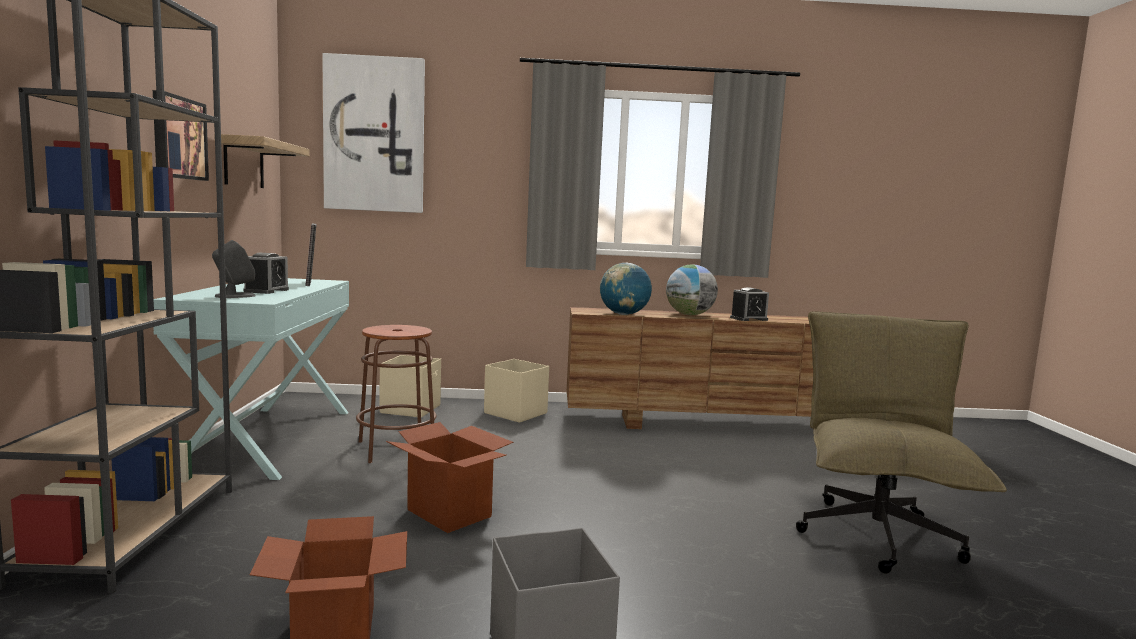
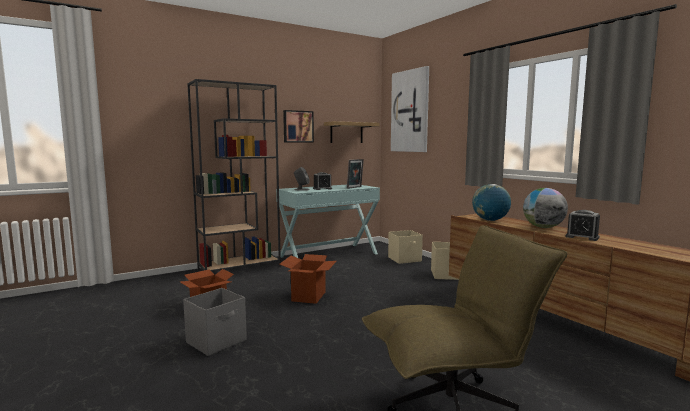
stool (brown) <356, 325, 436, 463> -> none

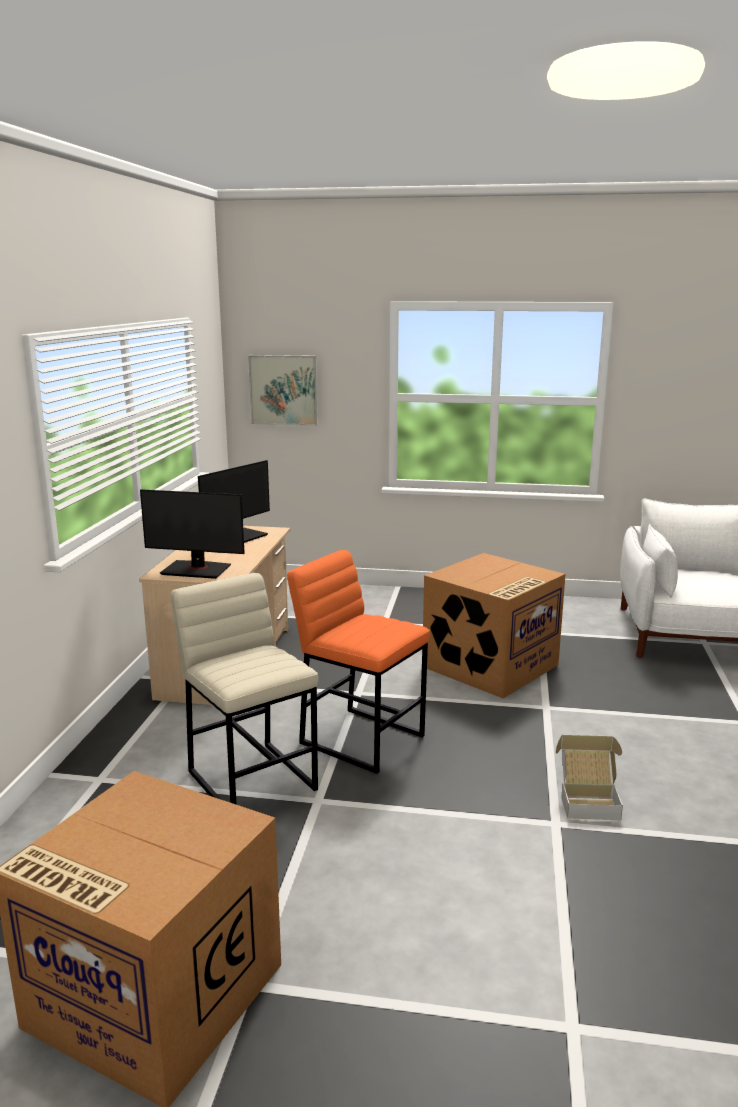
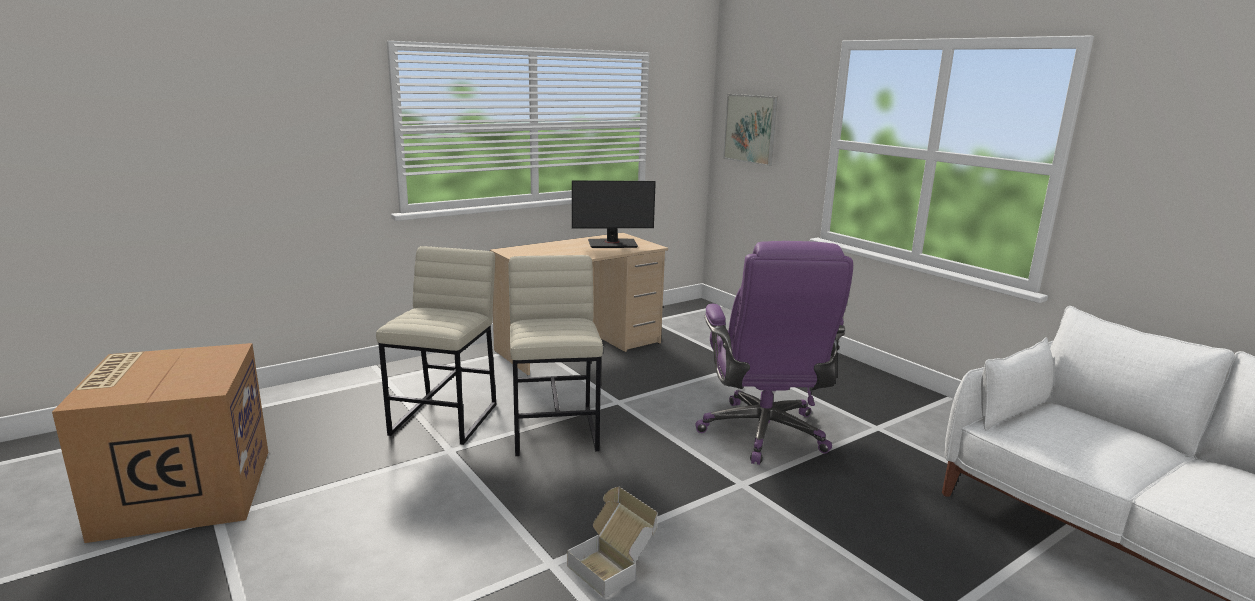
monitor <140, 489, 245, 579> -> none
chair (orange) <287, 550, 430, 774> -> chair (beige) <509, 255, 603, 456>
cardboard box <423, 553, 565, 698> -> office chair (purple) <695, 241, 853, 465>

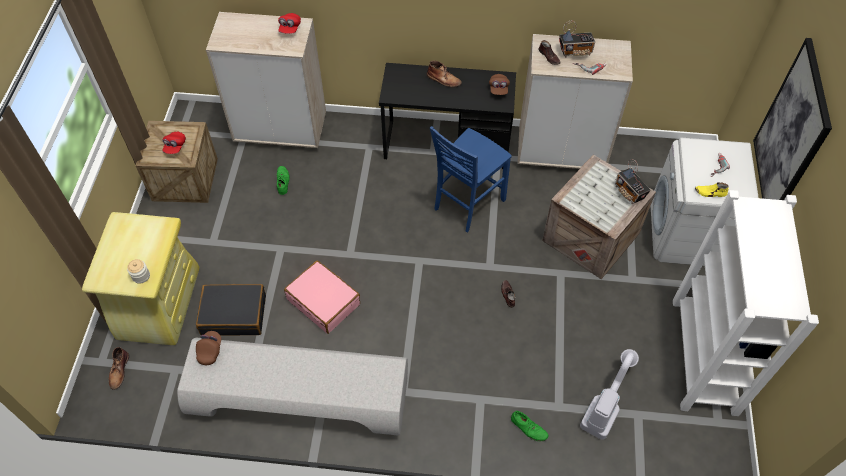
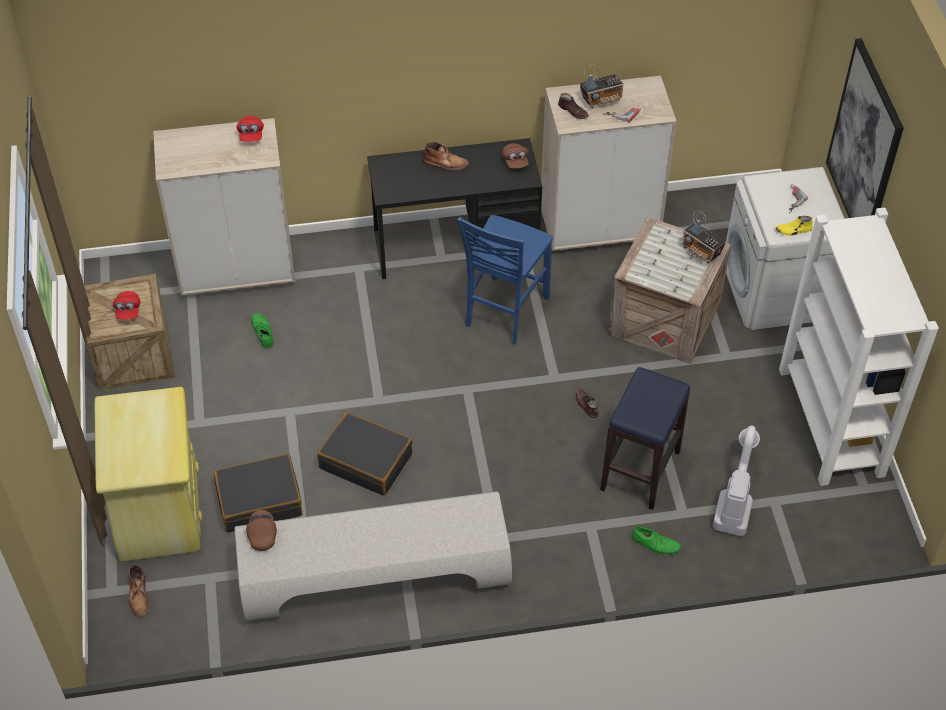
jar <127, 259, 150, 284> -> none
suitcase (pink) <284, 261, 360, 334> -> suitcase (black) <317, 412, 413, 496>
none -> stool <600, 367, 690, 510>

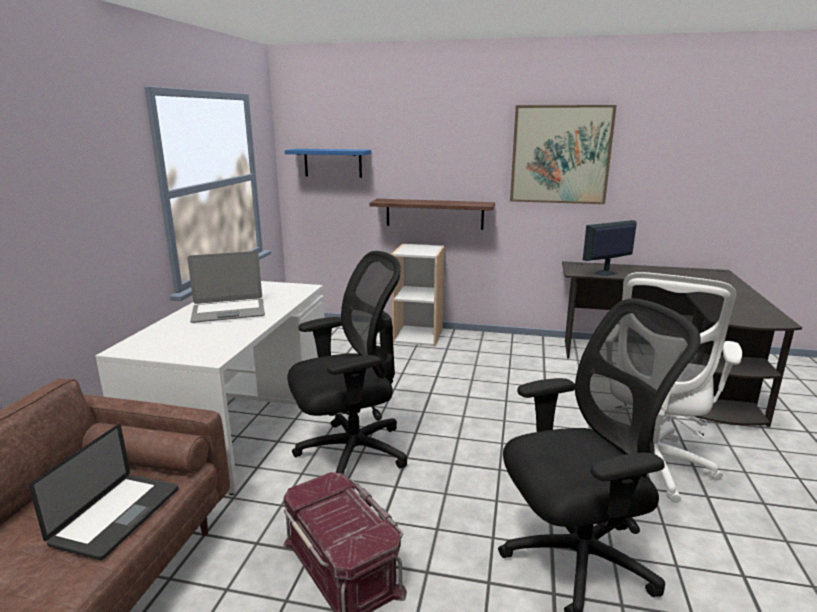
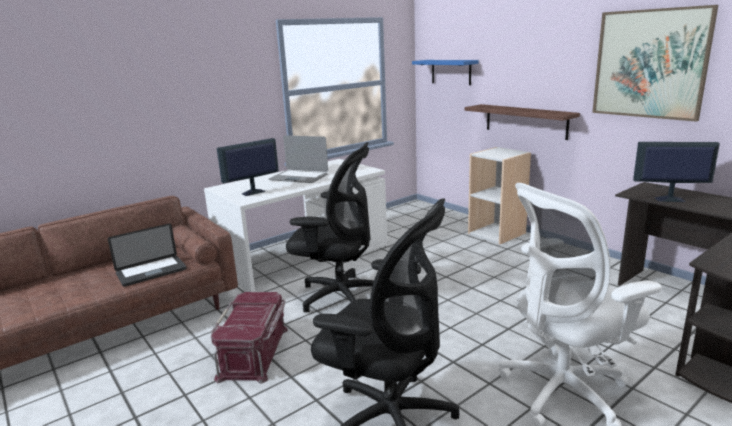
none -> monitor <217, 138, 279, 196>

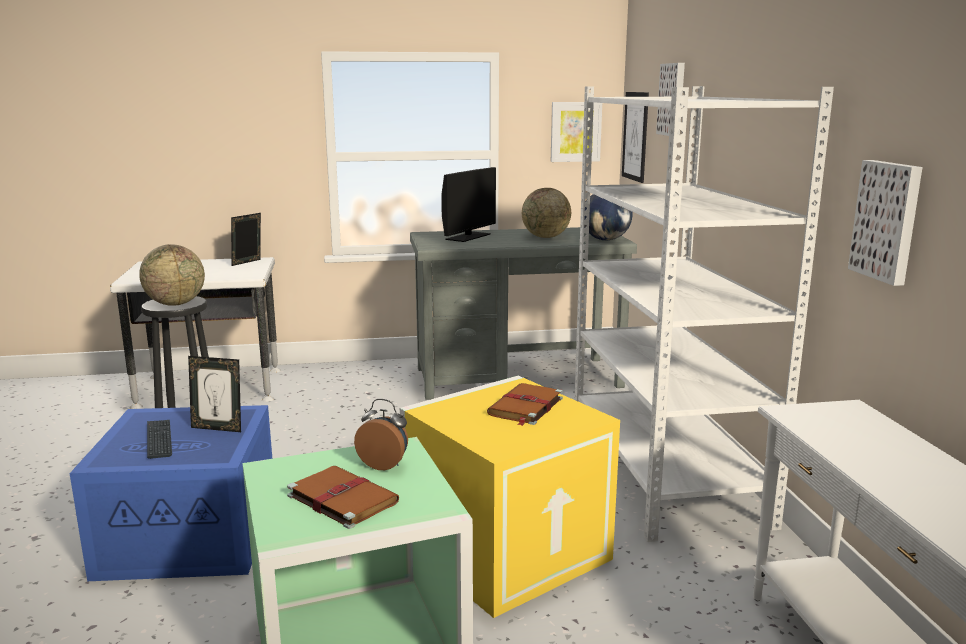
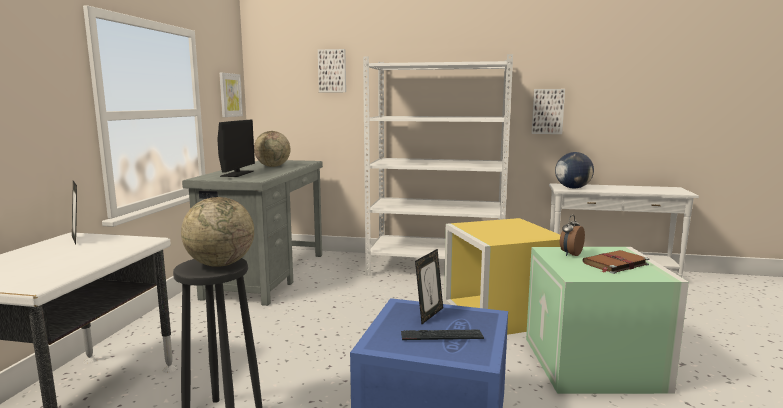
monitor <441, 167, 496, 242> -> monitor <217, 120, 255, 177>, 45 degrees clockwise
book (brown) <487, 383, 563, 426> -> none
globe <584, 194, 632, 240> -> globe <555, 152, 594, 189>, move
picture <622, 92, 649, 183> -> none

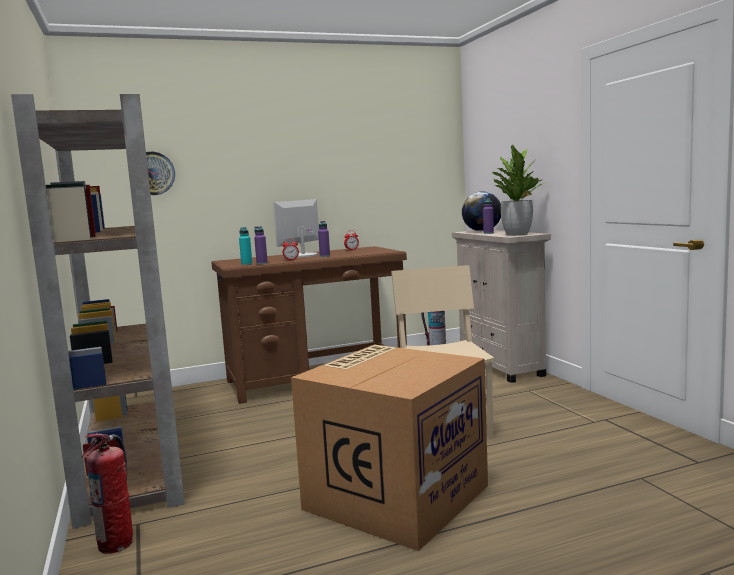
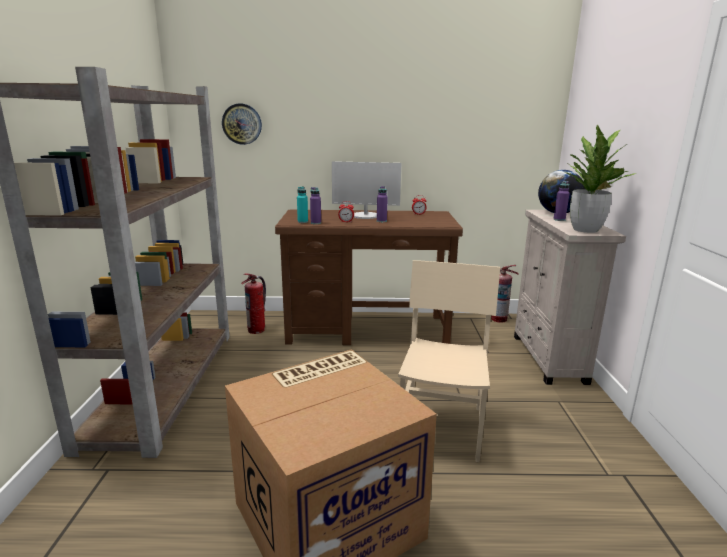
fire extinguisher <82, 434, 133, 554> -> fire extinguisher <241, 273, 266, 334>, move
monitor <273, 199, 319, 258> -> monitor <332, 161, 401, 219>, 135 degrees counterclockwise

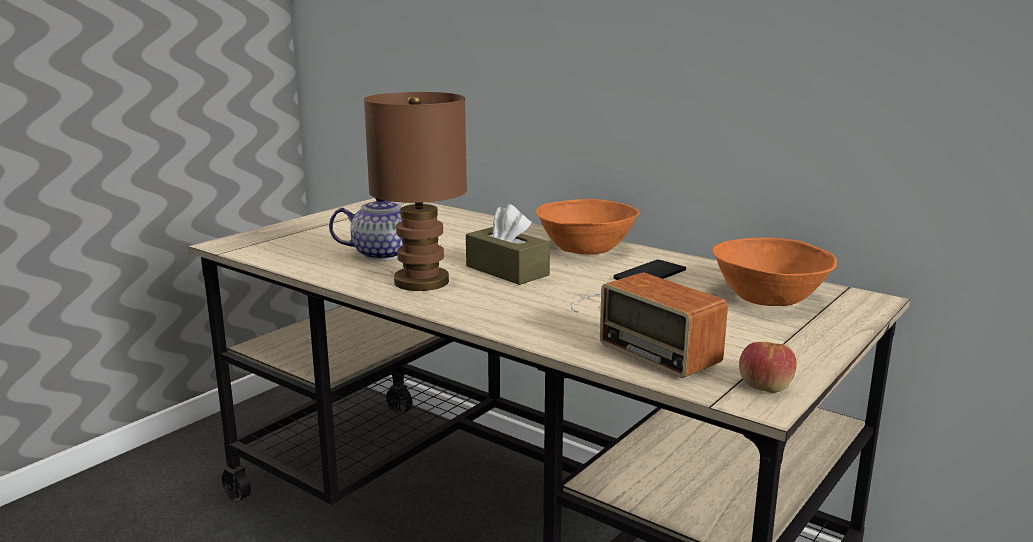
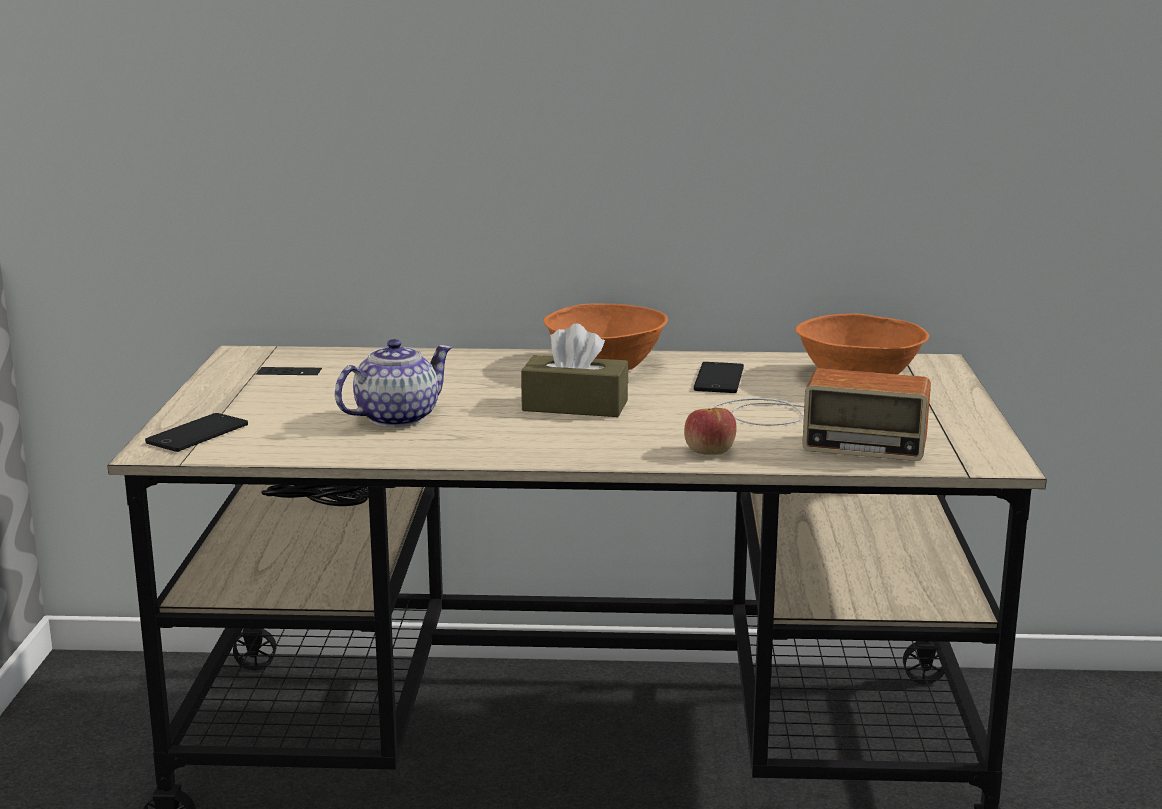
table lamp (brown) <364, 92, 467, 291> -> none
apple <739, 342, 797, 393> -> apple <684, 408, 737, 455>, move
none -> phone <145, 413, 248, 452>

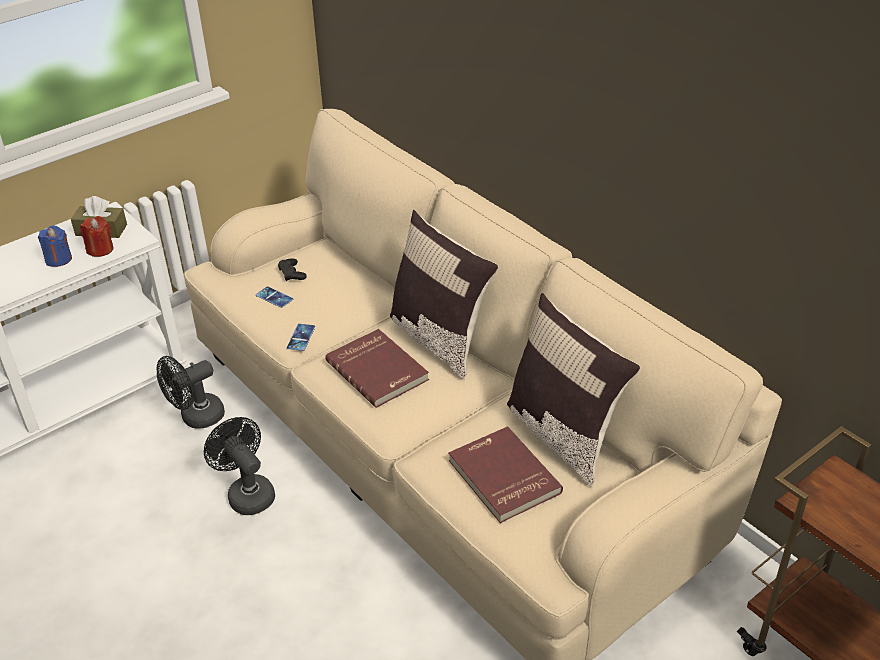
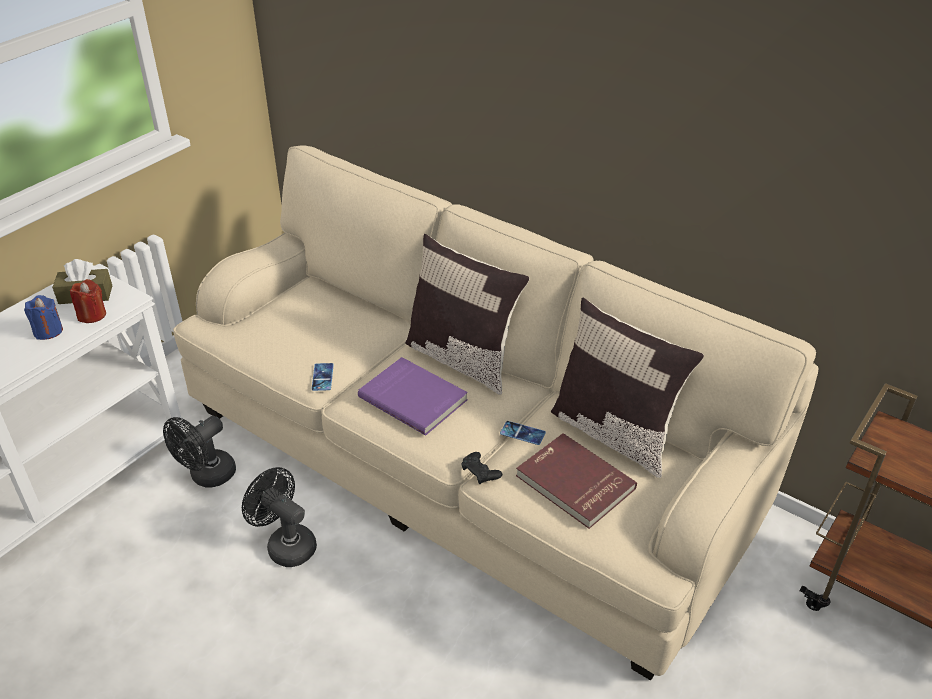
phone <256, 286, 293, 308> -> phone <500, 421, 546, 445>, move
game controller (black) <278, 259, 307, 281> -> game controller (black) <462, 452, 502, 484>, move
book (red) <325, 329, 429, 408> -> book (purple) <358, 357, 468, 435>

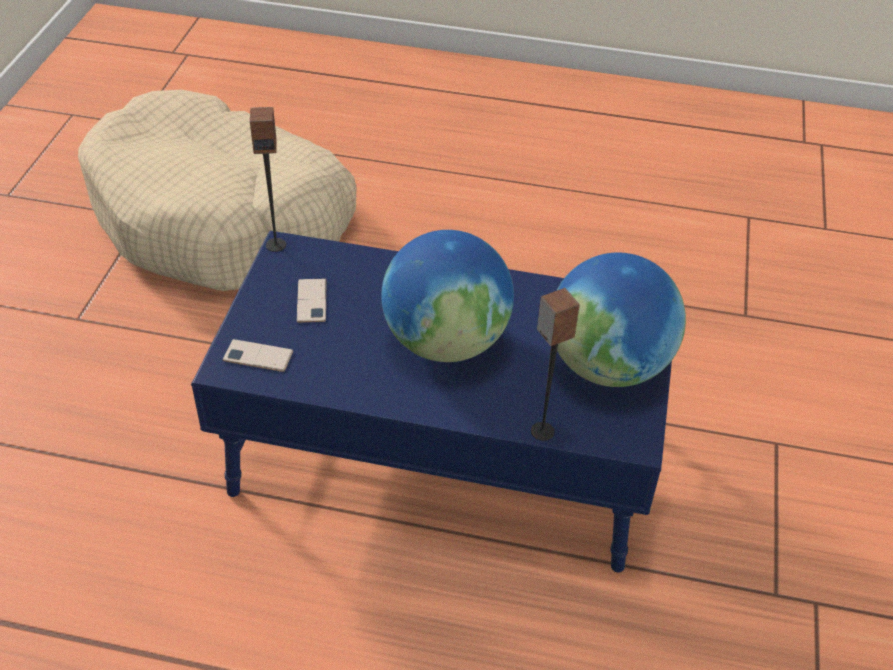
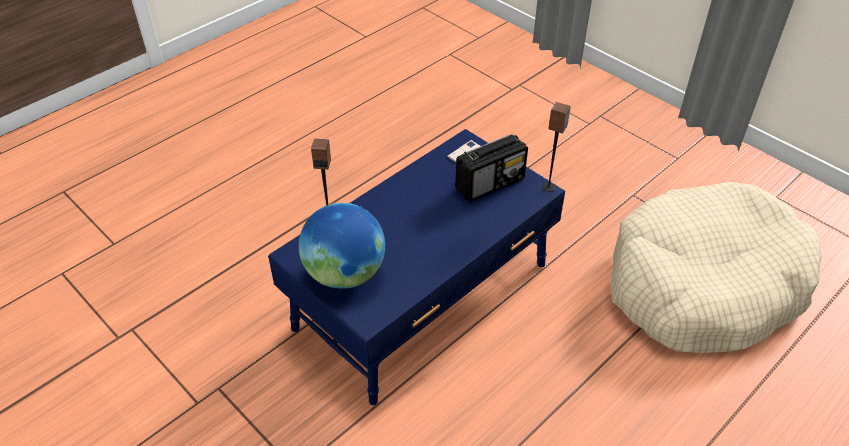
phone <297, 279, 326, 323> -> radio <455, 134, 528, 202>
globe <381, 230, 514, 362> -> none

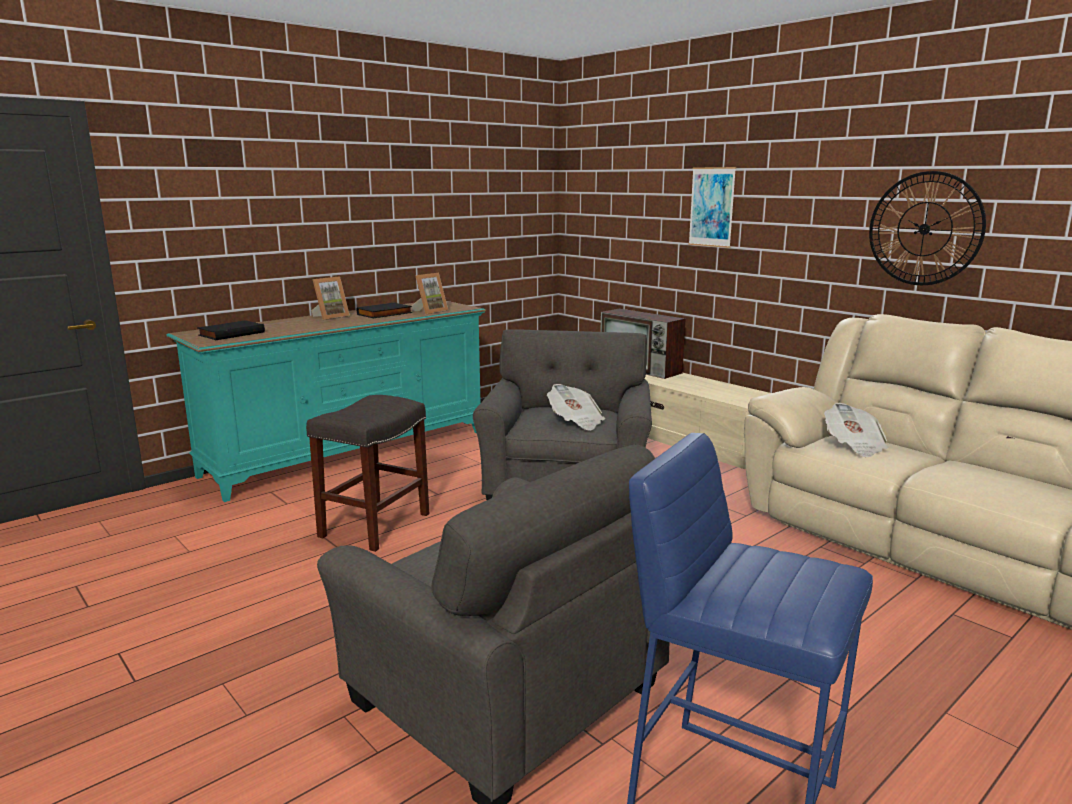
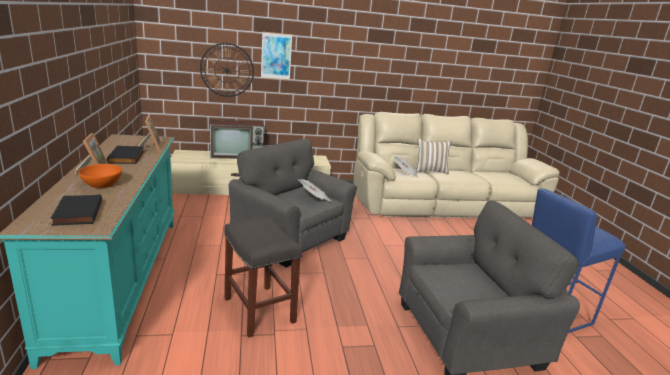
wall clock <869, 171, 986, 285> -> wall clock <200, 43, 254, 97>, move
none -> bowl (orange) <78, 164, 122, 188>
none -> pillow <416, 138, 452, 174>

